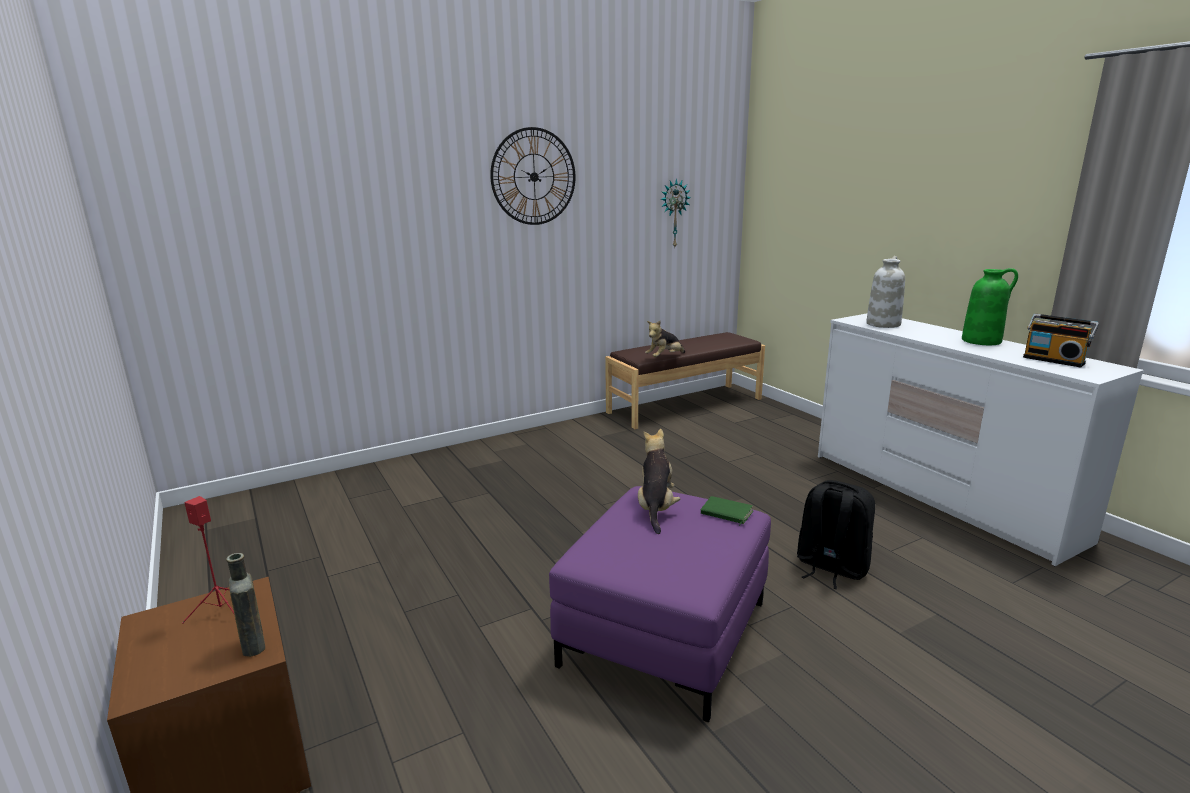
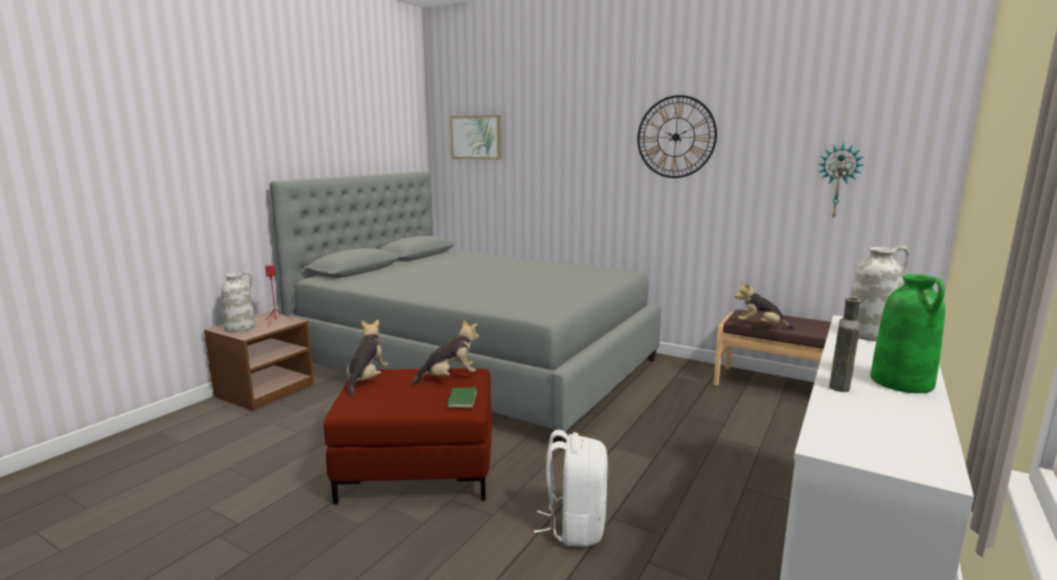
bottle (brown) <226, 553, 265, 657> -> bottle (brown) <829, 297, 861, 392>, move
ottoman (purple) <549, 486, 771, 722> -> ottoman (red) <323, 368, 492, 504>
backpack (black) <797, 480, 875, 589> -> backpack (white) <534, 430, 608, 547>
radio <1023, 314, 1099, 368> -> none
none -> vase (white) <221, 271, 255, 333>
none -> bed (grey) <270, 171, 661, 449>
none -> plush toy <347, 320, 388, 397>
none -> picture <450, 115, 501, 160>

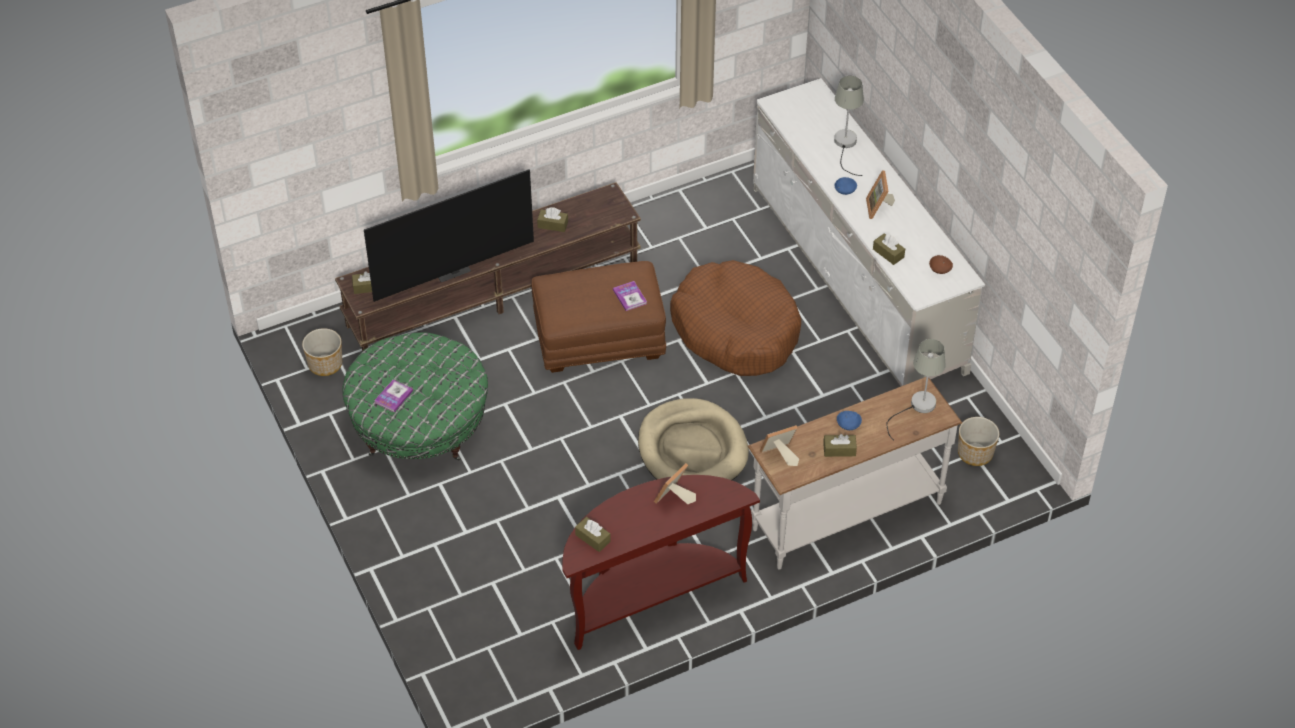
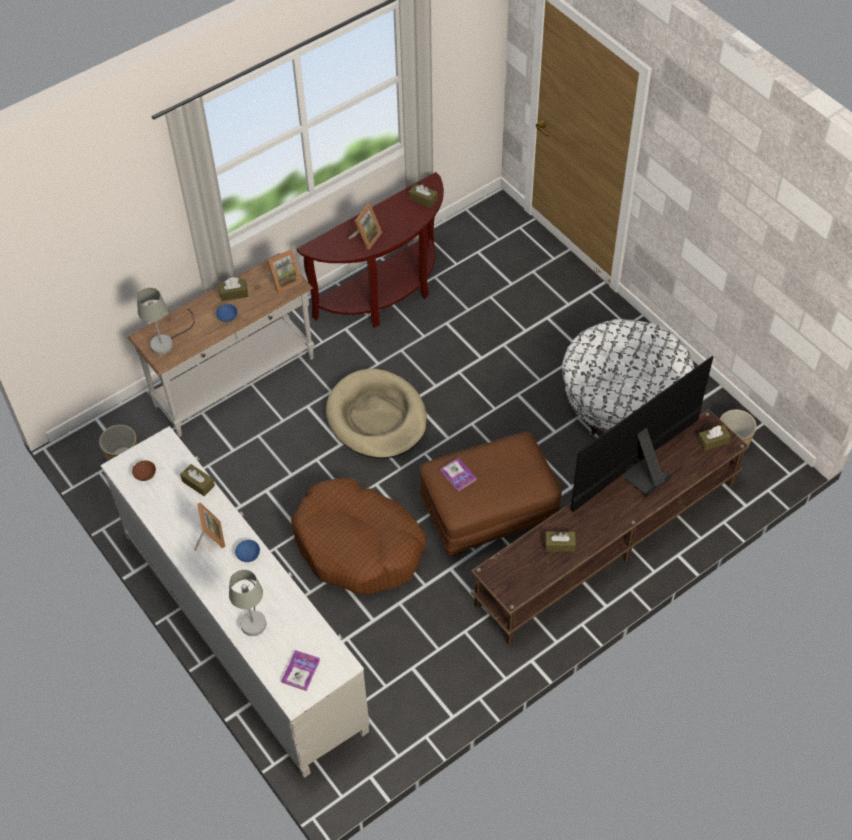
ottoman (green) <342, 332, 488, 460> -> ottoman (white) <562, 319, 694, 436>
book <374, 380, 413, 412> -> book <281, 650, 320, 691>, move

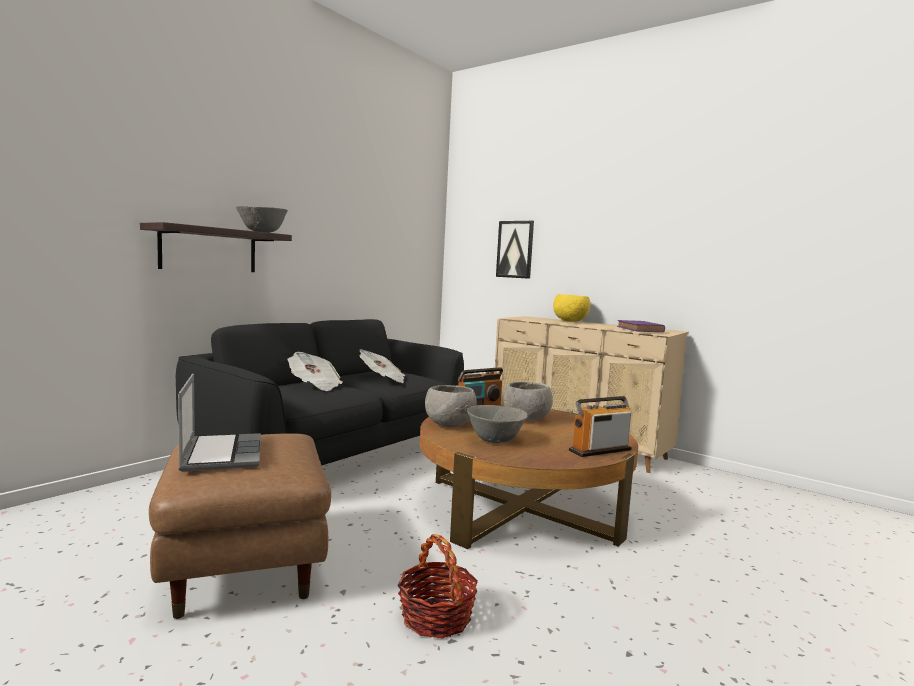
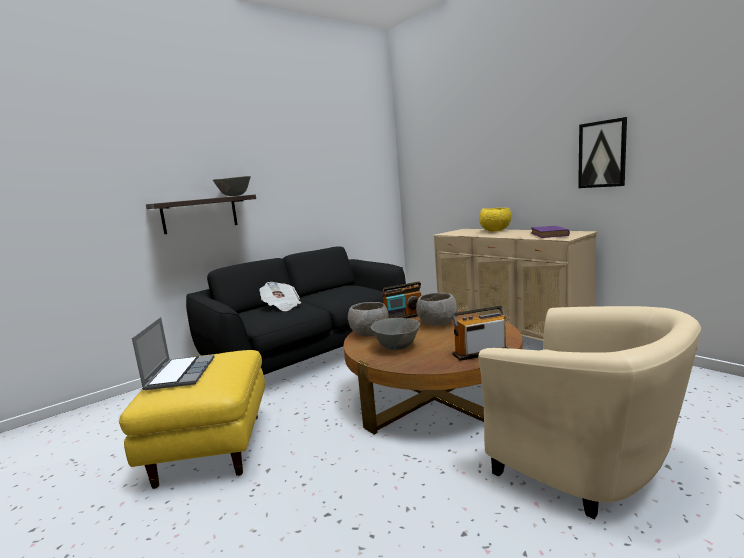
ottoman (brown) <149, 433, 331, 619> -> ottoman (yellow) <119, 350, 265, 489>
newspaper <359, 349, 405, 383> -> none
basket <397, 534, 478, 638> -> none
picture <496, 221, 534, 279> -> picture <578, 117, 627, 188>, move
none -> armchair (beige) <478, 306, 701, 519>

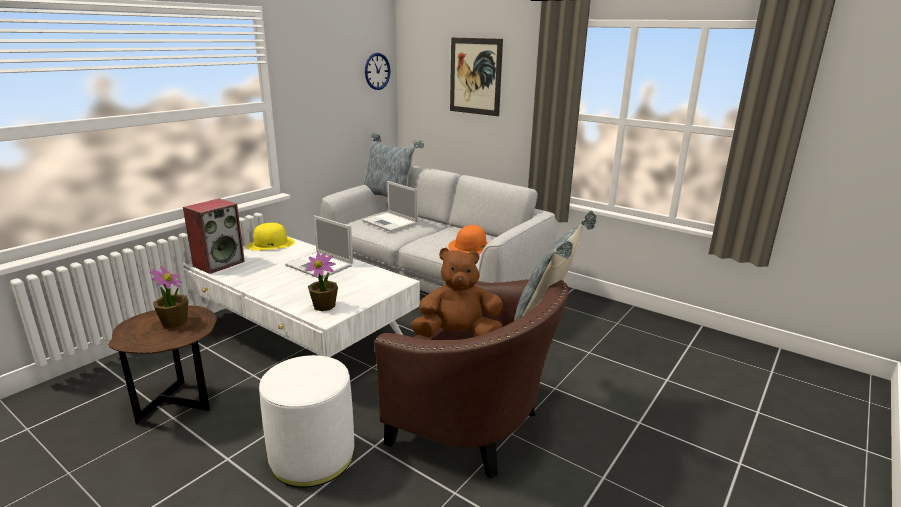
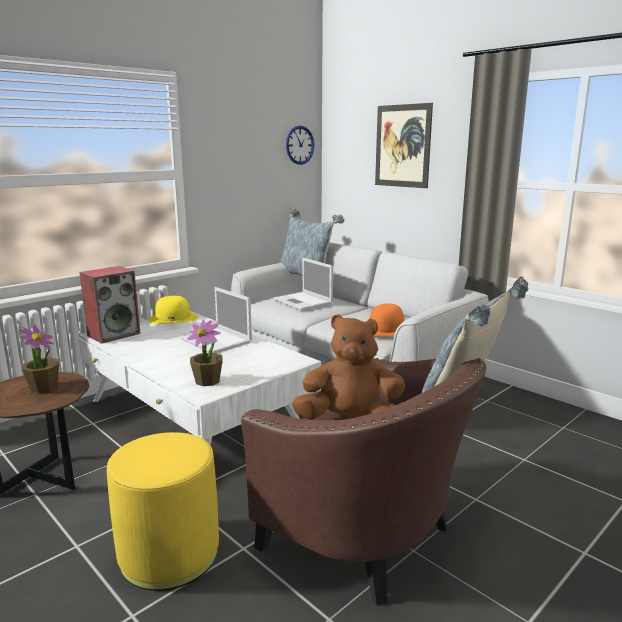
ottoman (white) <259, 355, 354, 488> -> ottoman (yellow) <107, 432, 219, 591>

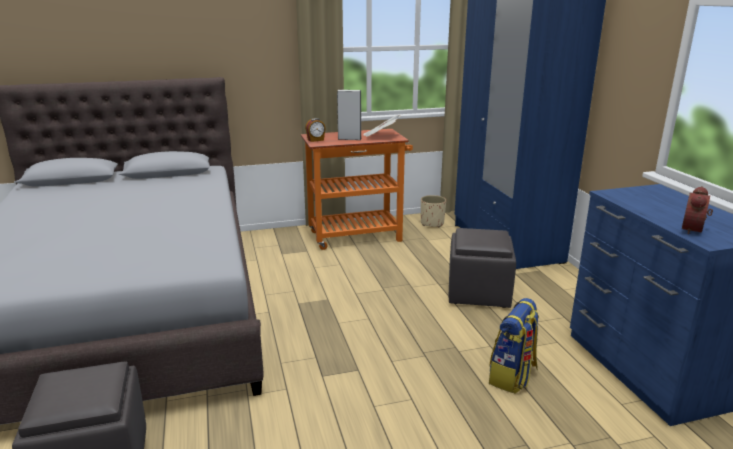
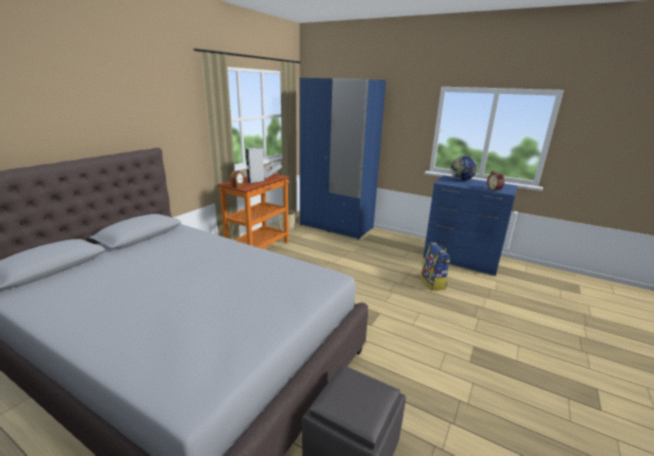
ottoman (grey) <449, 228, 516, 308> -> none
none -> globe <450, 156, 477, 181>

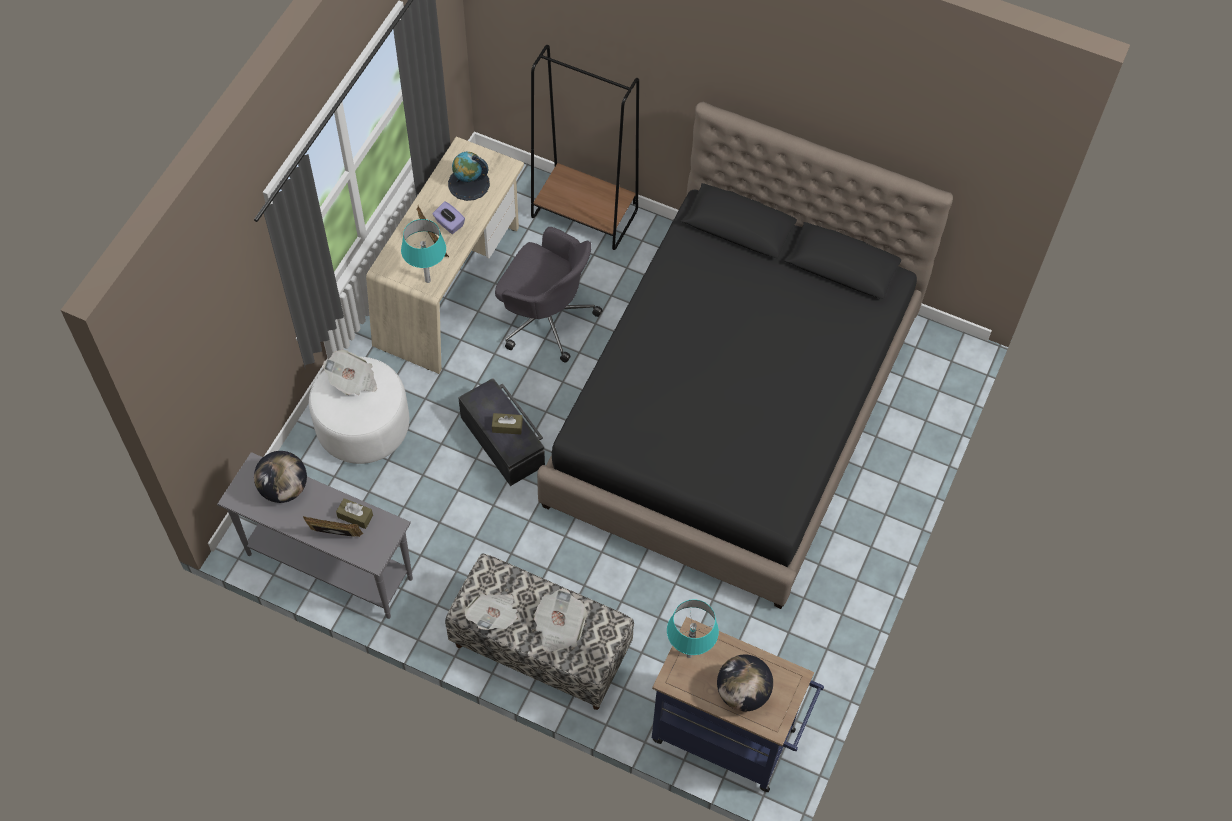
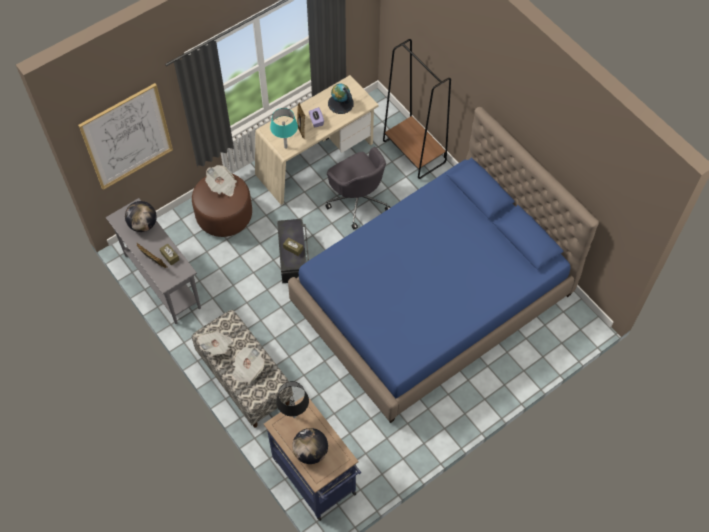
ottoman (white) <309, 357, 409, 464> -> ottoman (brown) <192, 173, 252, 237>
bed (black) <537, 101, 953, 609> -> bed (blue) <288, 107, 599, 423>
table lamp (turquoise) <667, 599, 719, 658> -> table lamp (black) <276, 381, 309, 418>
none -> picture <78, 83, 173, 190>

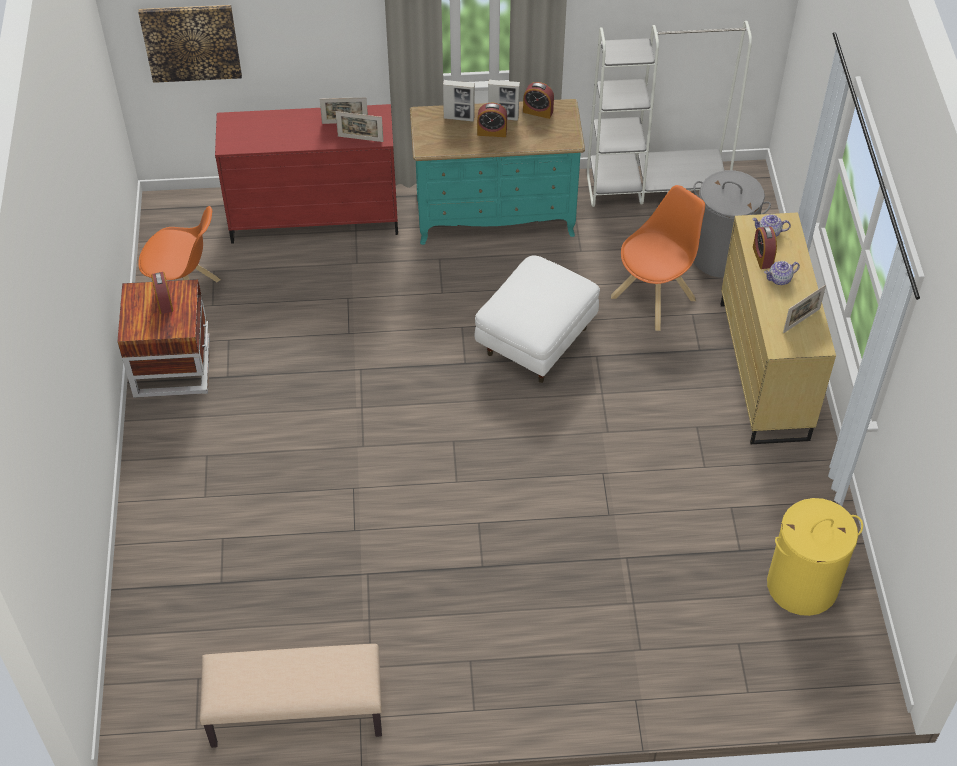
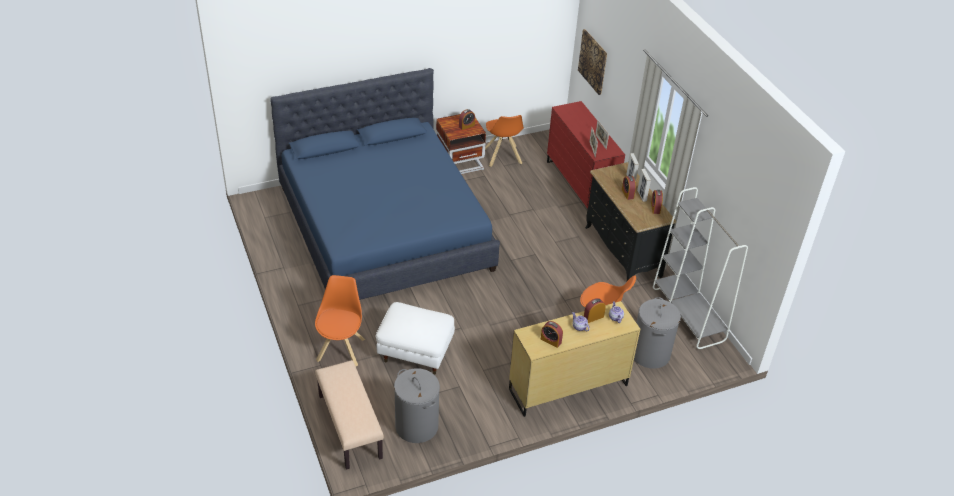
bench (beige) <200, 644, 382, 748> -> bench (beige) <315, 360, 384, 470>, move
dresser (turquoise) <410, 99, 585, 245> -> dresser (black) <585, 162, 677, 281>
ottoman (white) <475, 255, 600, 383> -> ottoman (white) <376, 302, 455, 375>, move
laundry basket (yellow) <767, 498, 863, 616> -> laundry basket (grey) <394, 368, 440, 443>
picture frame <783, 285, 826, 333> -> alarm clock <541, 321, 563, 348>
none -> bed (blue) <270, 68, 500, 300>
none -> chair (orange) <315, 275, 365, 366>

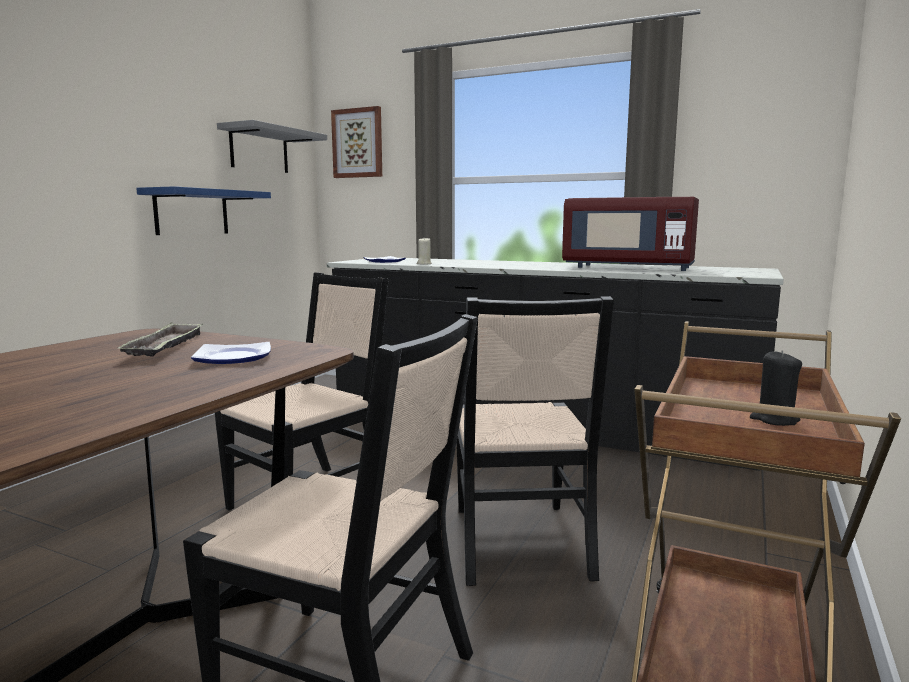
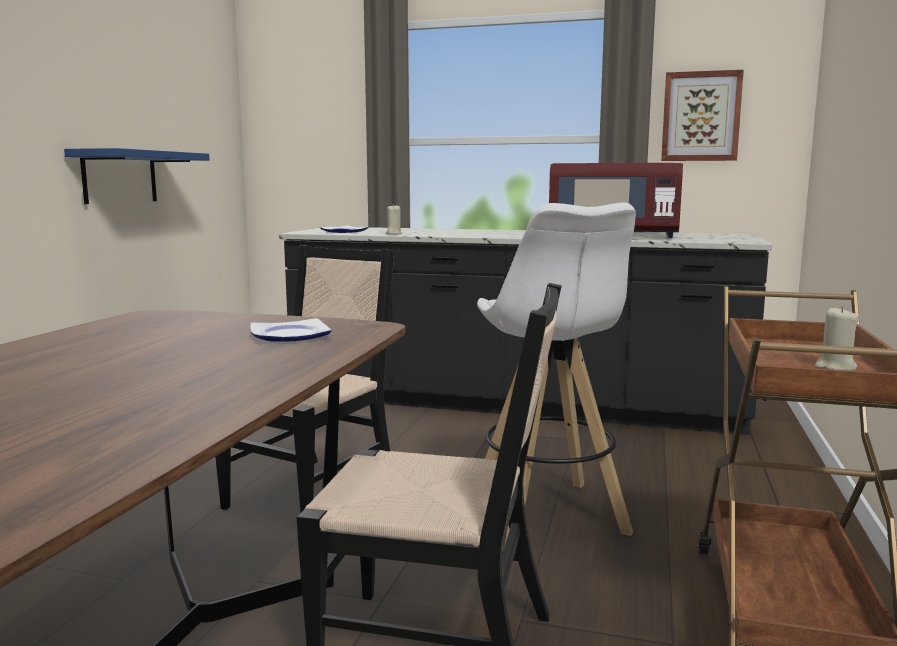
tray <118, 323, 203, 357> -> none
shelf (grey) <217, 120, 327, 173> -> none
picture <331, 106, 382, 178> -> picture <661, 70, 744, 161>, move
chair <457, 296, 614, 586> -> stool (white) <477, 202, 636, 544>
candle (black) <750, 350, 802, 426> -> candle (beige) <814, 306, 859, 371>

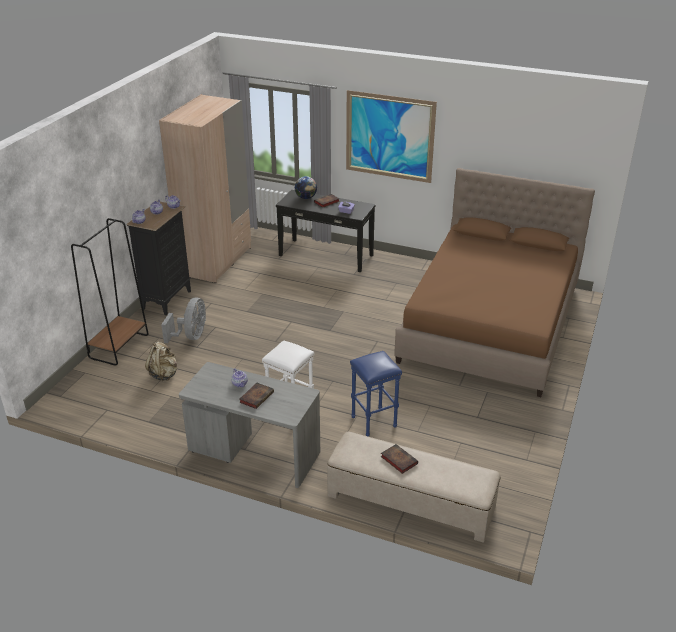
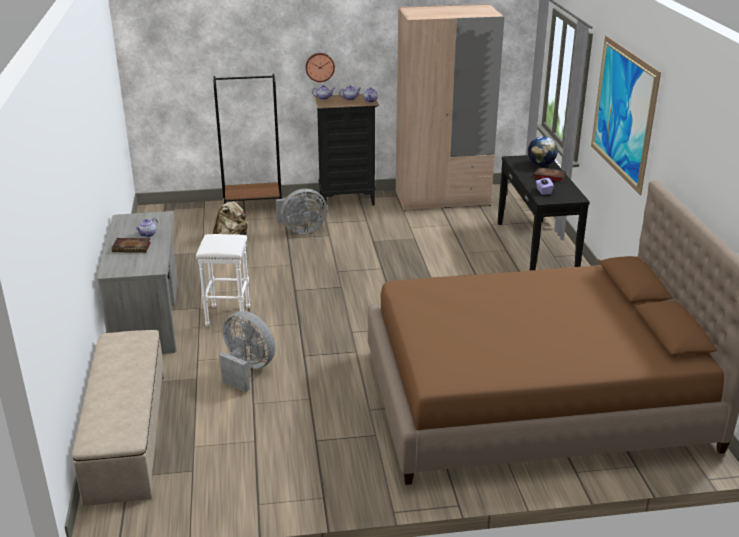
stool (blue) <350, 351, 402, 437> -> fan (grey) <219, 311, 275, 392>
book <381, 444, 418, 474> -> none
none -> wall clock <306, 53, 335, 82>

